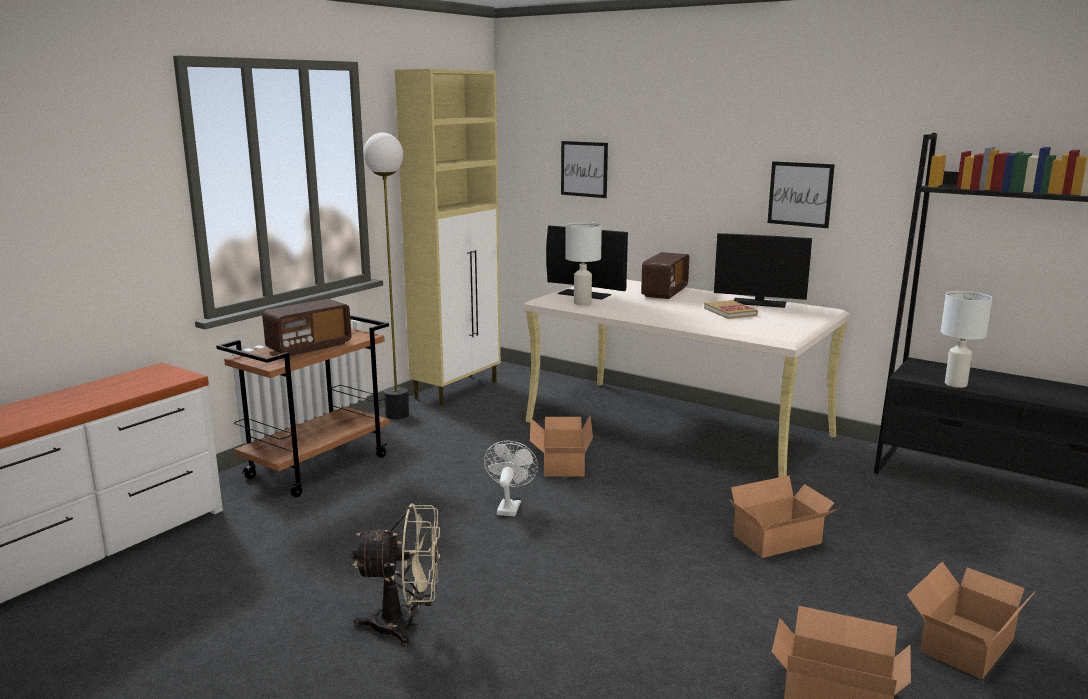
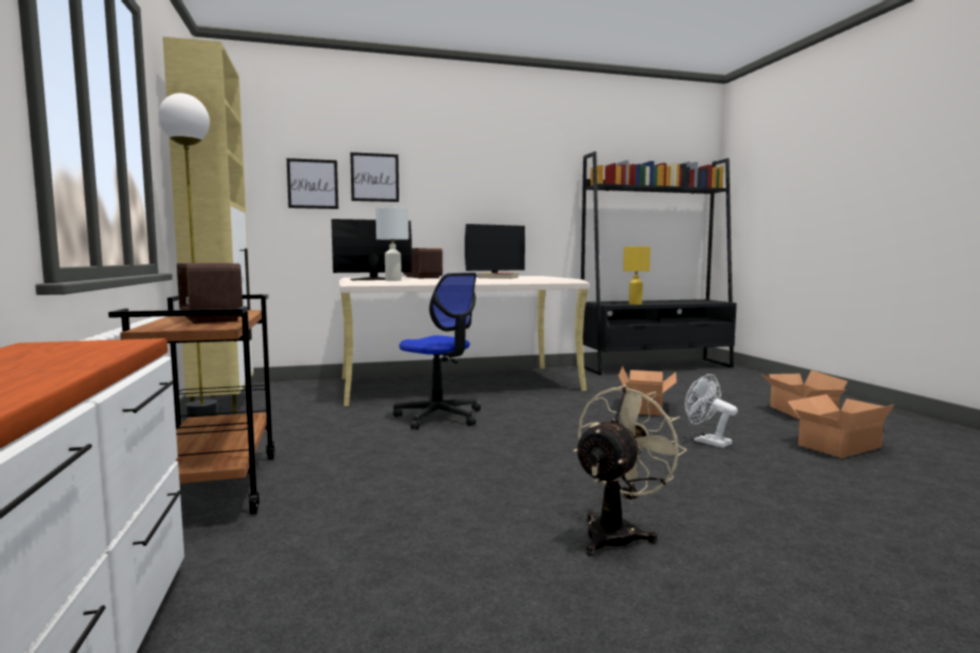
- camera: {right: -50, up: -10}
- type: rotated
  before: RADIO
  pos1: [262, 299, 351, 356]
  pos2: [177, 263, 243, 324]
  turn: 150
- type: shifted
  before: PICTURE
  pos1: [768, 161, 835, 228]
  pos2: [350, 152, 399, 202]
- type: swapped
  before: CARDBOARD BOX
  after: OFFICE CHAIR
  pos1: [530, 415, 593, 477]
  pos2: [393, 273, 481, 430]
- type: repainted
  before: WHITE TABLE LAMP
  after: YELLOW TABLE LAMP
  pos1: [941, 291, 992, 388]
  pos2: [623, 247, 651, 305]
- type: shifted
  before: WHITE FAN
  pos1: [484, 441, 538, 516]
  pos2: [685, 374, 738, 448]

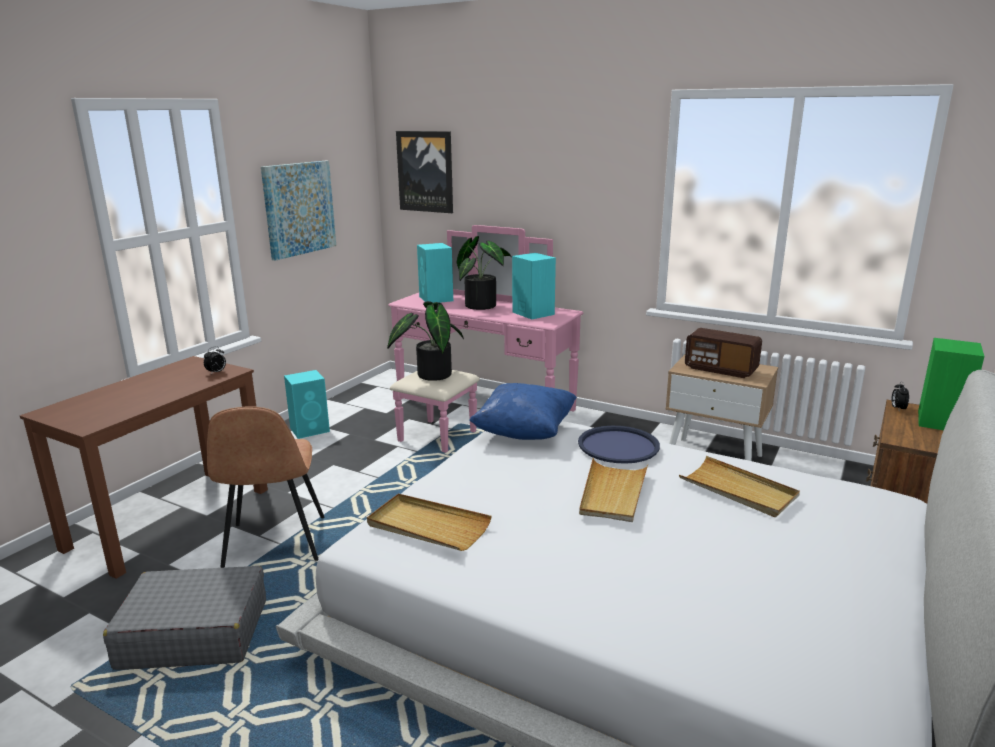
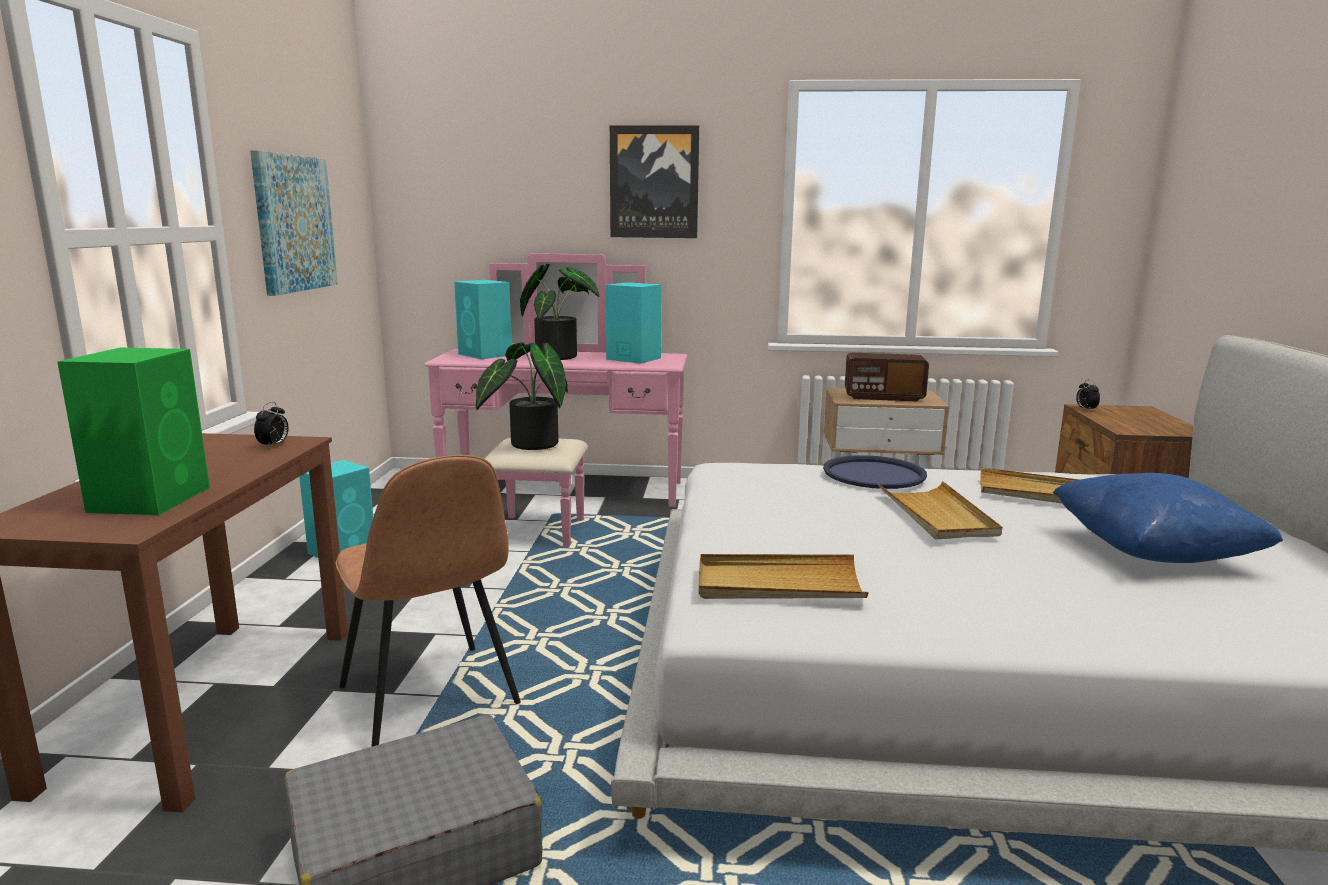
- camera: {right: -25, up: -5}
- type: shifted
  before: GREEN SPEAKER
  pos1: [918, 338, 984, 430]
  pos2: [57, 348, 210, 515]
- type: shifted
  before: PICTURE
  pos1: [396, 131, 453, 213]
  pos2: [610, 125, 699, 238]
- type: shifted
  before: BLUE PILLOW
  pos1: [469, 383, 577, 440]
  pos2: [1053, 473, 1283, 563]

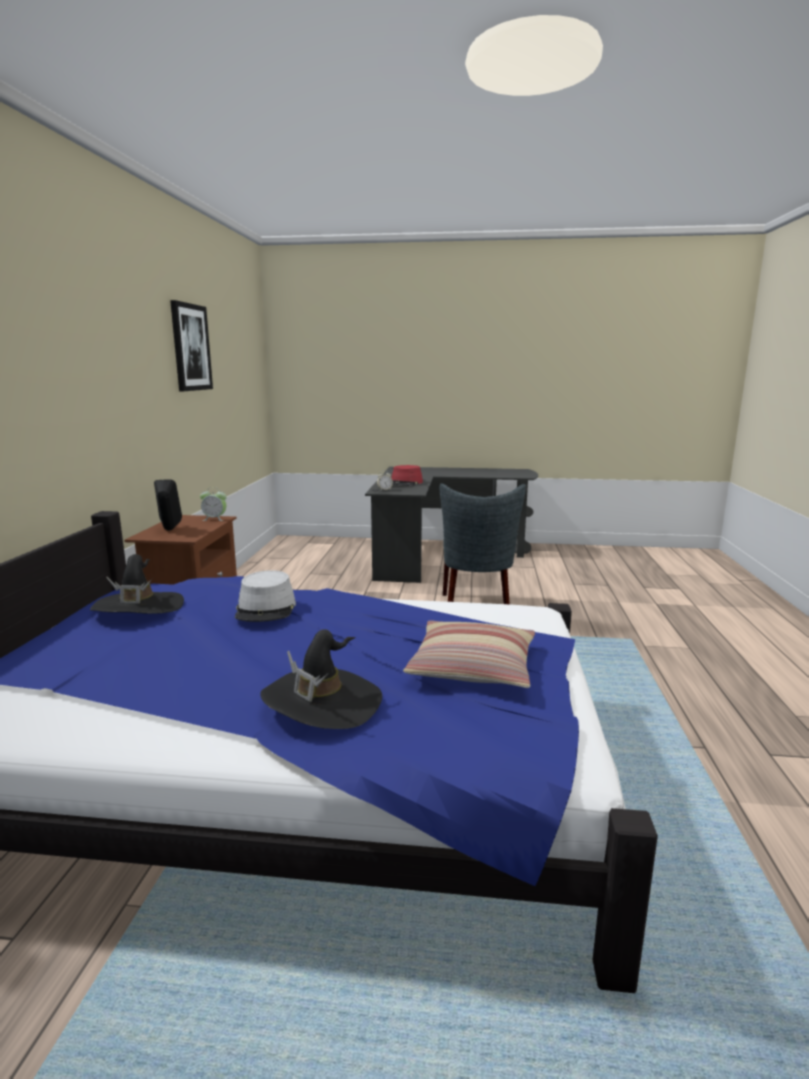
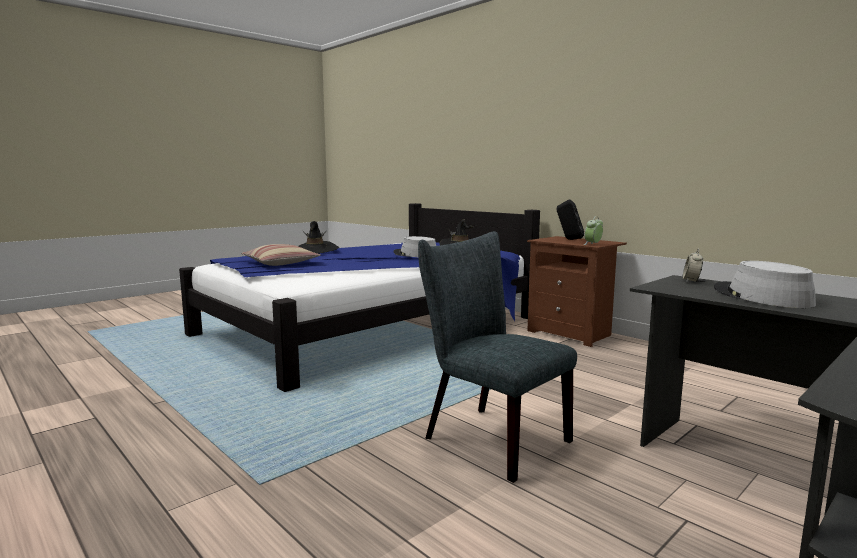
- camera: {right: 130, up: -5}
- type: repainted
  before: RED HAT
  after: GREY HAT
  pos1: [391, 465, 423, 486]
  pos2: [714, 261, 816, 308]
- type: gone
  before: PICTURE
  pos1: [170, 300, 213, 391]

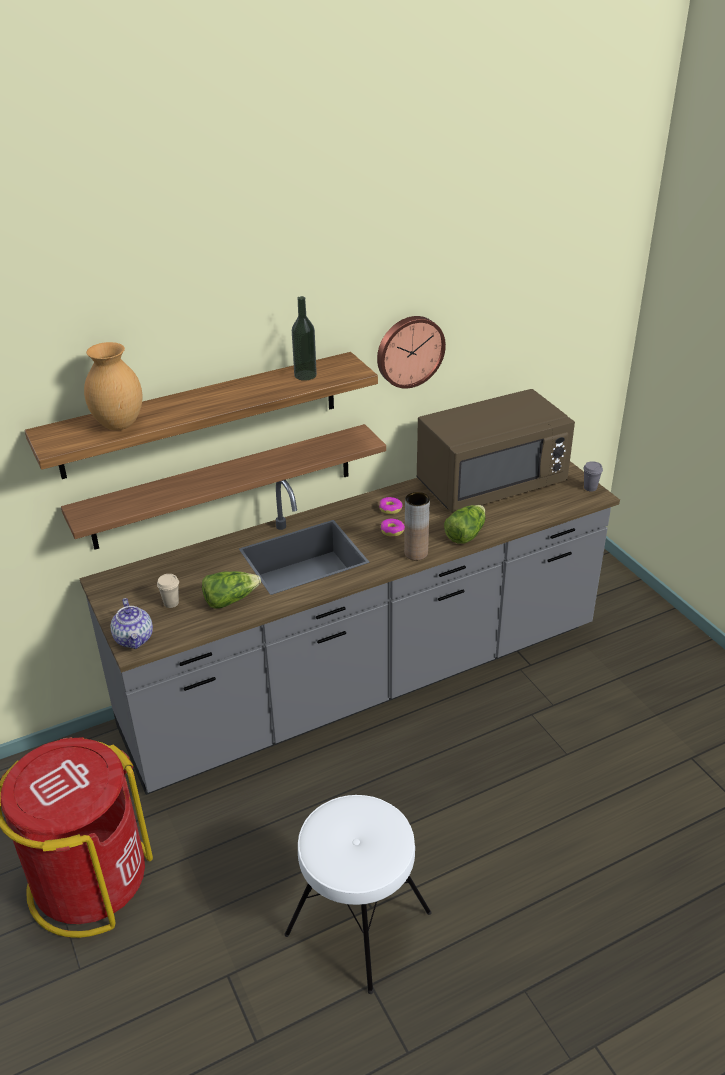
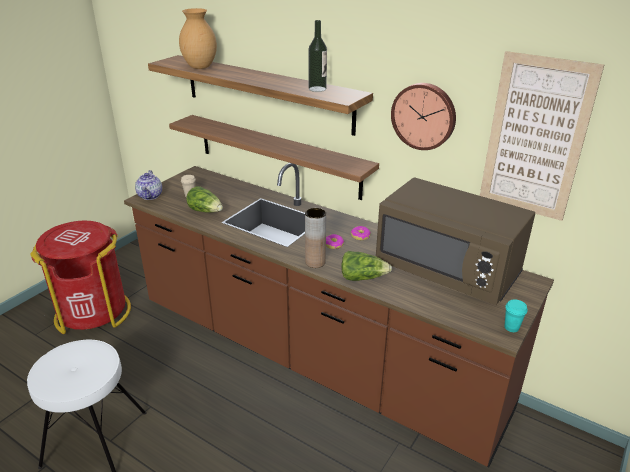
- camera: {right: 60, up: -5}
- type: repainted
  before: GREY COUNTER
  after: BROWN COUNTER
  pos1: [79, 461, 620, 795]
  pos2: [124, 163, 554, 468]
- type: rotated
  before: TEAPOT
  pos1: [111, 598, 153, 649]
  pos2: [135, 170, 162, 200]
  turn: -45
- type: new
  after: PICTURE
  pos2: [480, 51, 604, 221]
- type: repainted
  before: GREY CUP
  after: TURQUOISE CUP
  pos1: [583, 461, 603, 492]
  pos2: [504, 299, 527, 332]

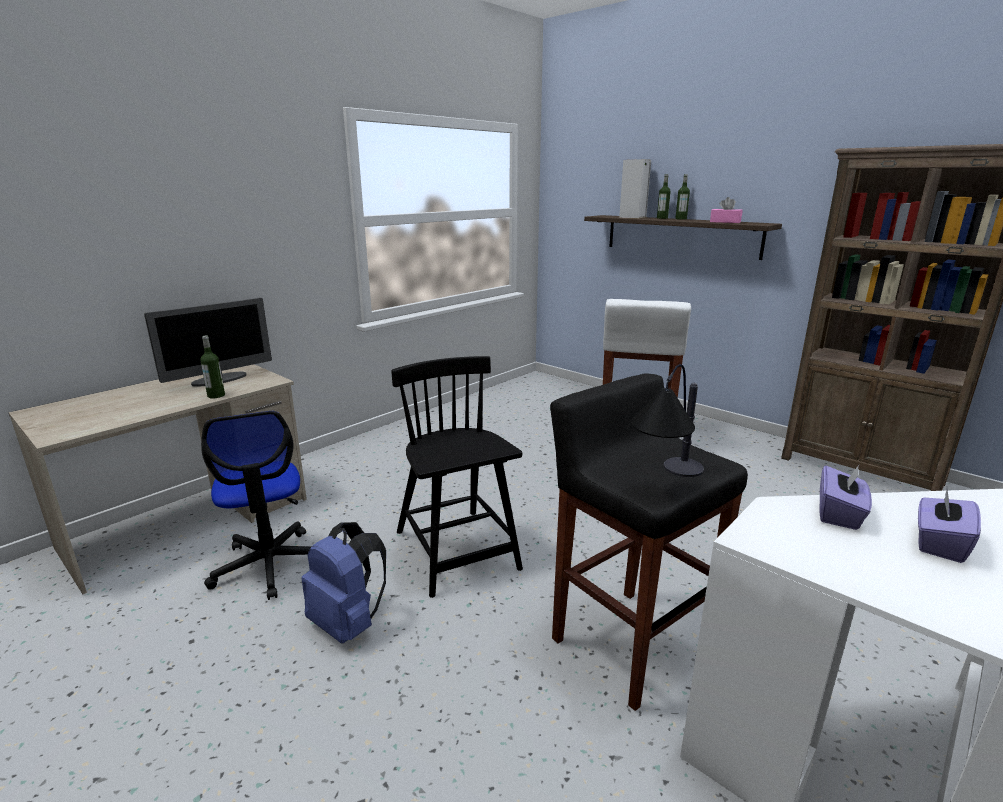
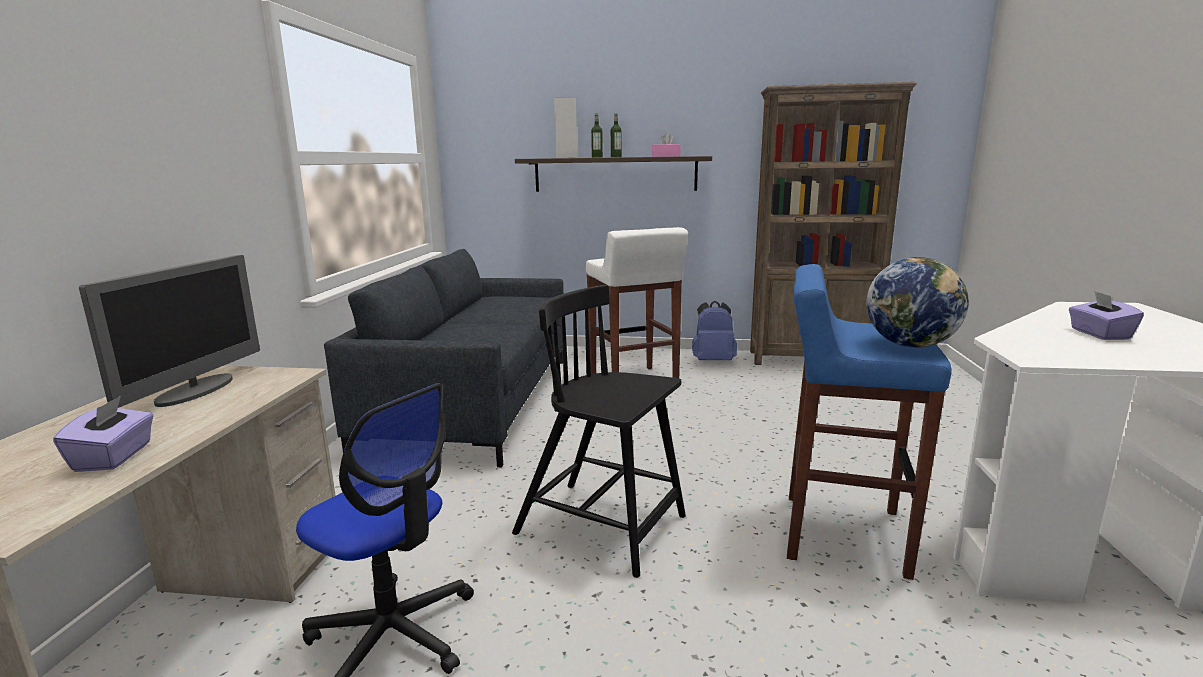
- camera: {right: -35, up: -5}
- type: shifted
  before: PURPLE TISSUE BOX
  pos1: [820, 465, 872, 530]
  pos2: [53, 396, 154, 472]
- type: new
  after: GREY SOFA
  pos2: [324, 249, 564, 467]
- type: shifted
  before: BLUE BACKPACK
  pos1: [302, 522, 386, 644]
  pos2: [692, 301, 737, 360]
- type: repainted
  before: BLACK STOOL
  after: BLUE STOOL
  pos1: [550, 373, 748, 711]
  pos2: [787, 264, 952, 580]
- type: swapped
  before: TABLE LAMP
  after: GLOBE
  pos1: [632, 364, 704, 477]
  pos2: [866, 257, 969, 348]
- type: gone
  before: BOTTLE
  pos1: [200, 335, 225, 398]

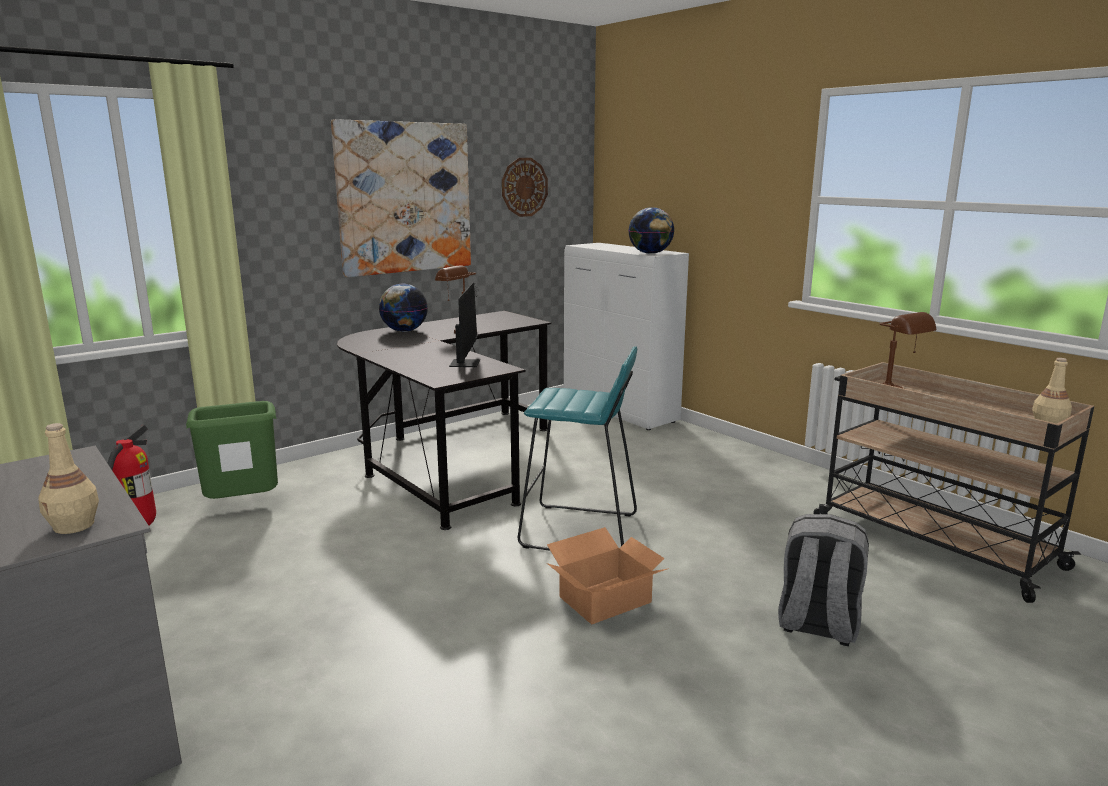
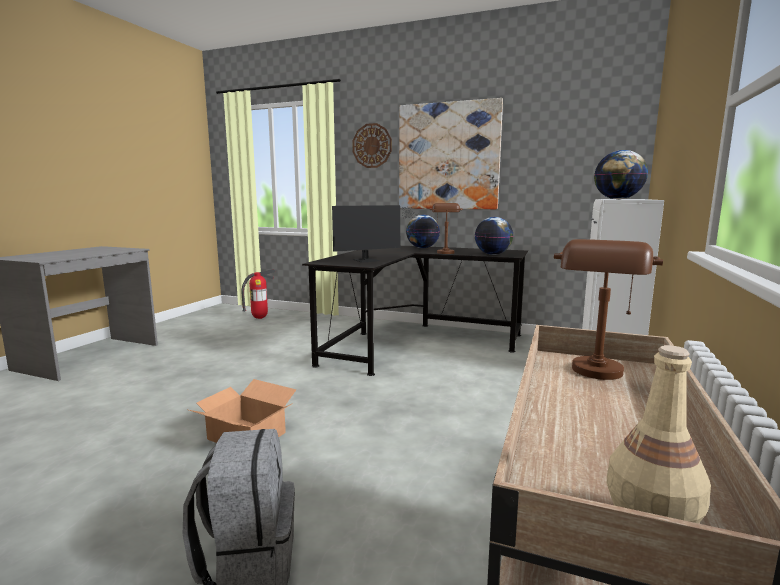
- camera: {right: 60, up: -5}
- type: shifted
  before: WALL CLOCK
  pos1: [502, 158, 548, 217]
  pos2: [352, 123, 392, 168]
- type: new
  after: GLOBE
  pos2: [475, 217, 513, 255]
- type: gone
  before: BEIGE BOTTLE
  pos1: [38, 423, 99, 534]
- type: gone
  before: GREEN TRASH CAN
  pos1: [186, 401, 278, 499]
- type: gone
  before: TURQUOISE STOOL
  pos1: [518, 346, 637, 551]

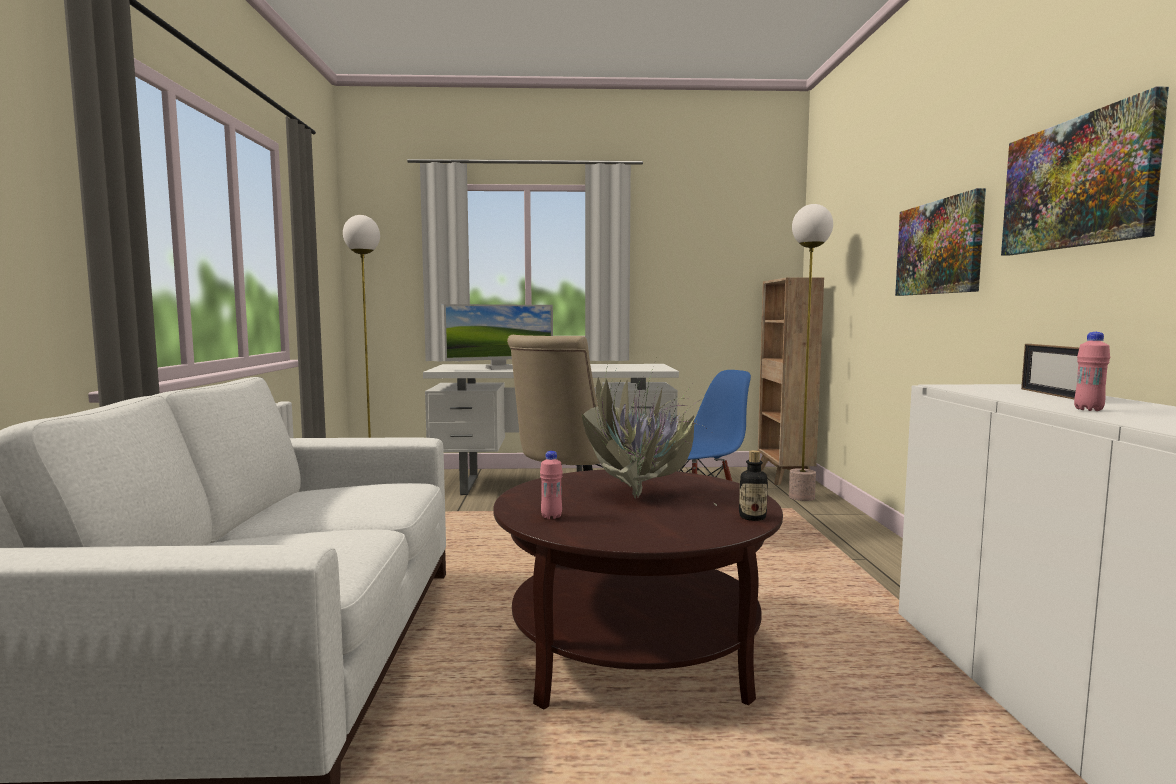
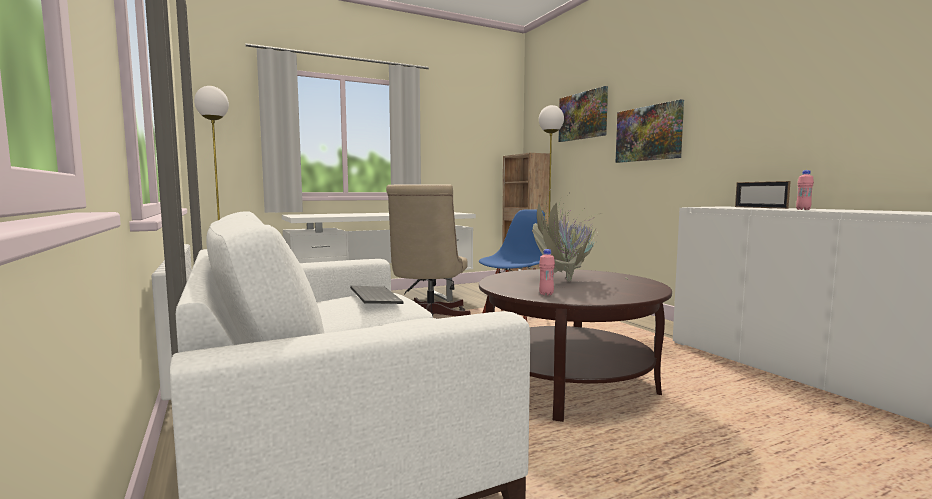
- camera: {right: -25, up: 0}
- type: new
  after: KEYBOARD
  pos2: [350, 286, 404, 304]
- type: shifted
  before: PICTURE
  pos1: [1001, 87, 1169, 255]
  pos2: [559, 86, 608, 142]
- type: gone
  before: MONITOR
  pos1: [441, 304, 553, 370]
- type: gone
  before: BOTTLE
  pos1: [739, 450, 768, 521]

